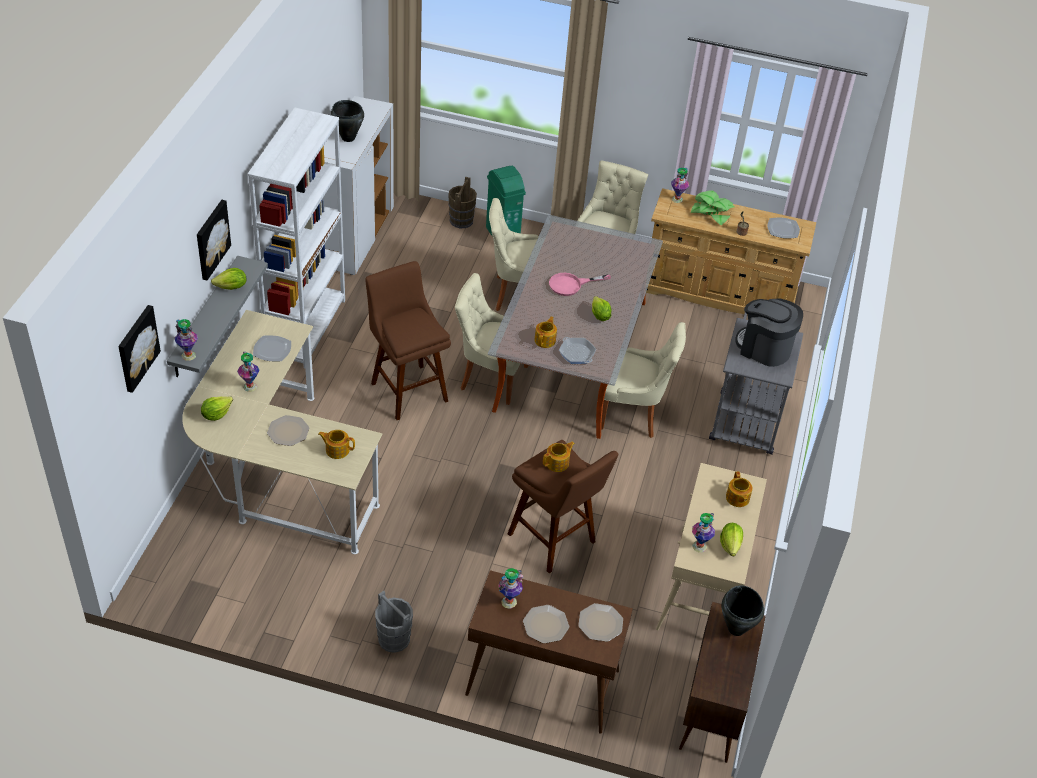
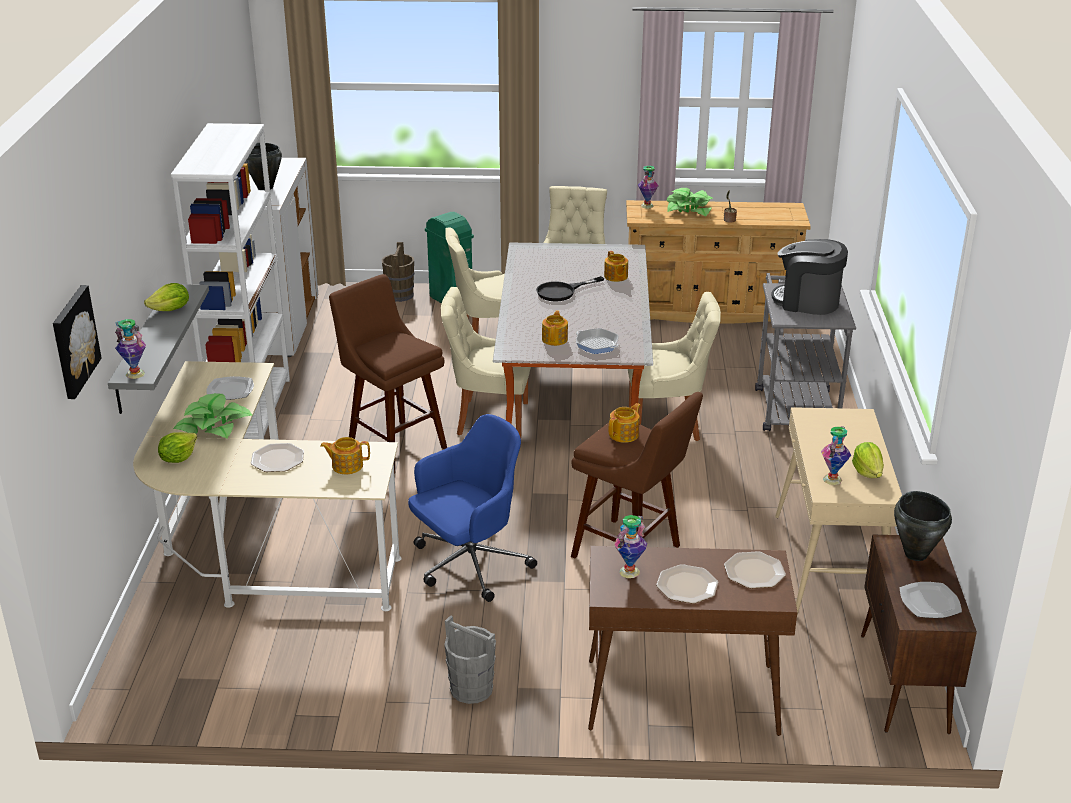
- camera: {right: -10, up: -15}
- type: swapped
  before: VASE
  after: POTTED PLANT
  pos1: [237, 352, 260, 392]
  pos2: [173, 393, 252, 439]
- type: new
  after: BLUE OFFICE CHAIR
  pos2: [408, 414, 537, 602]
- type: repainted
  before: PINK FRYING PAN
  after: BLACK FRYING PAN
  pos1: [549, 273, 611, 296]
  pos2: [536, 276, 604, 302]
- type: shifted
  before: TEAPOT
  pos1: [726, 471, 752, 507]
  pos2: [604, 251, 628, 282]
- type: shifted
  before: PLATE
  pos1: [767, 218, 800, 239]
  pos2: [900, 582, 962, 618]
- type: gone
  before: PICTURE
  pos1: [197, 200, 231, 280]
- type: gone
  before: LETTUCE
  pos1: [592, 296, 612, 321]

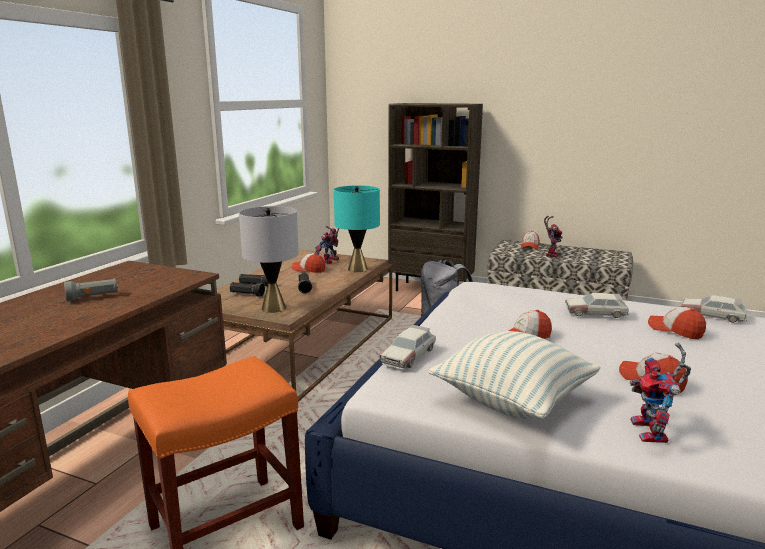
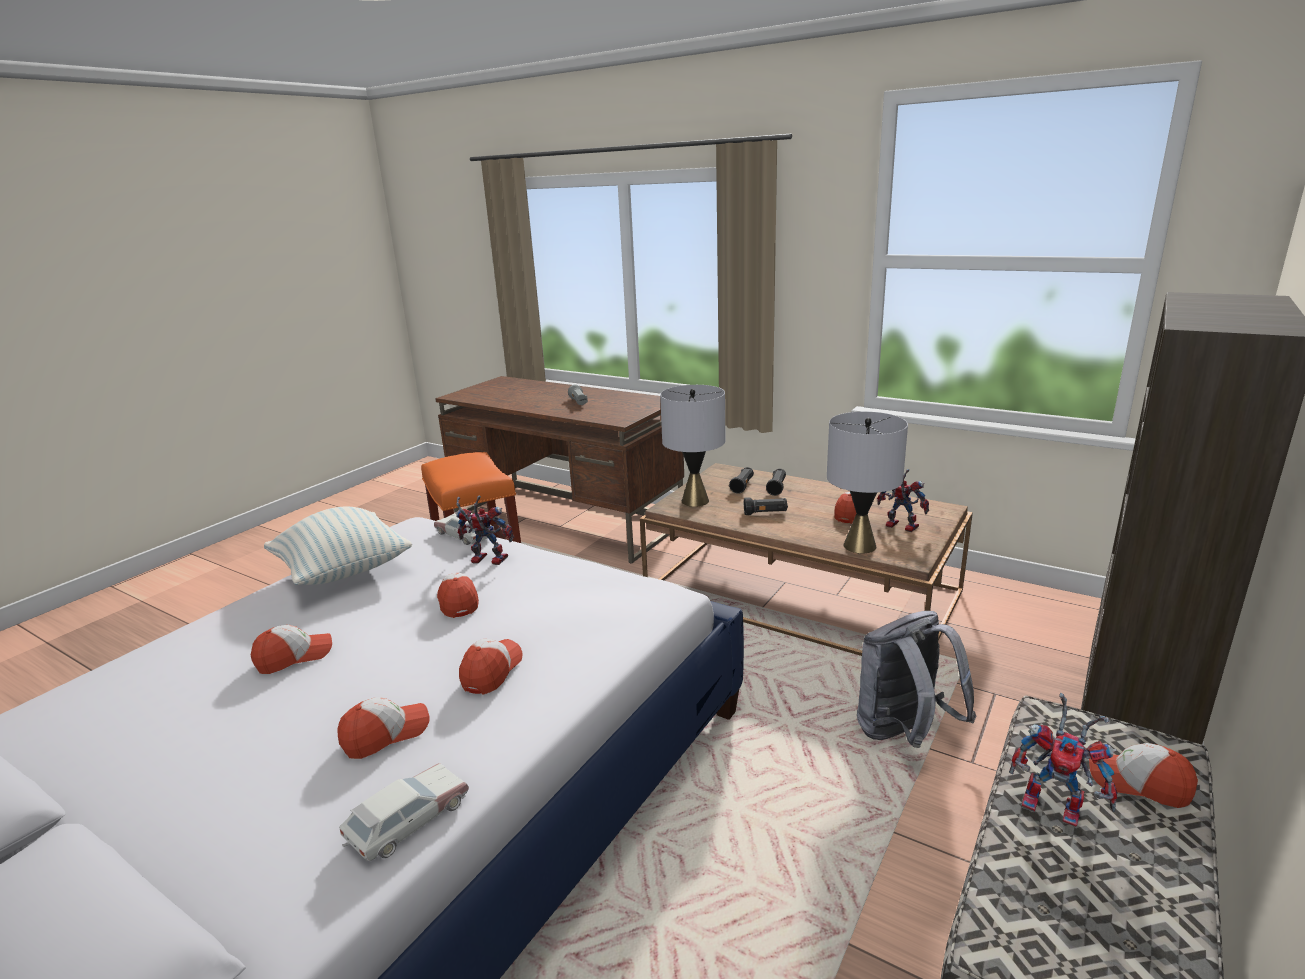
- camera: {right: 100, up: 5}
- type: shifted
  before: TOY ROBOT
  pos1: [630, 343, 691, 443]
  pos2: [455, 496, 514, 565]
- type: swapped
  before: TOY CAR
  after: CAP
  pos1: [565, 293, 629, 318]
  pos2: [459, 639, 522, 695]
- type: repainted
  before: TURQUOISE TABLE LAMP
  after: GREY TABLE LAMP
  pos1: [334, 185, 380, 272]
  pos2: [827, 412, 908, 553]

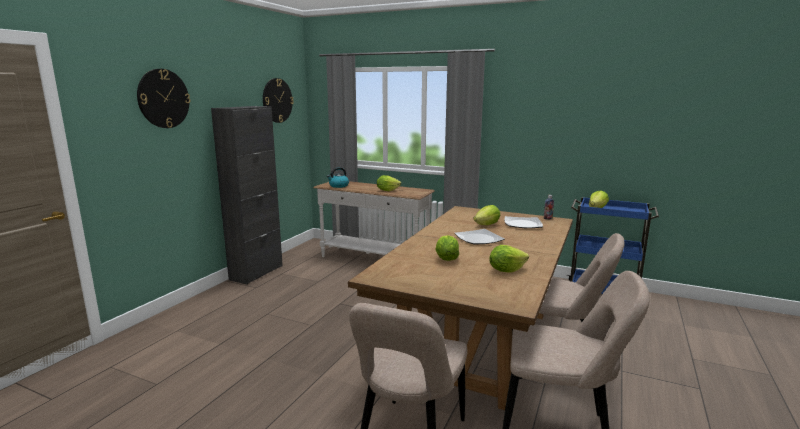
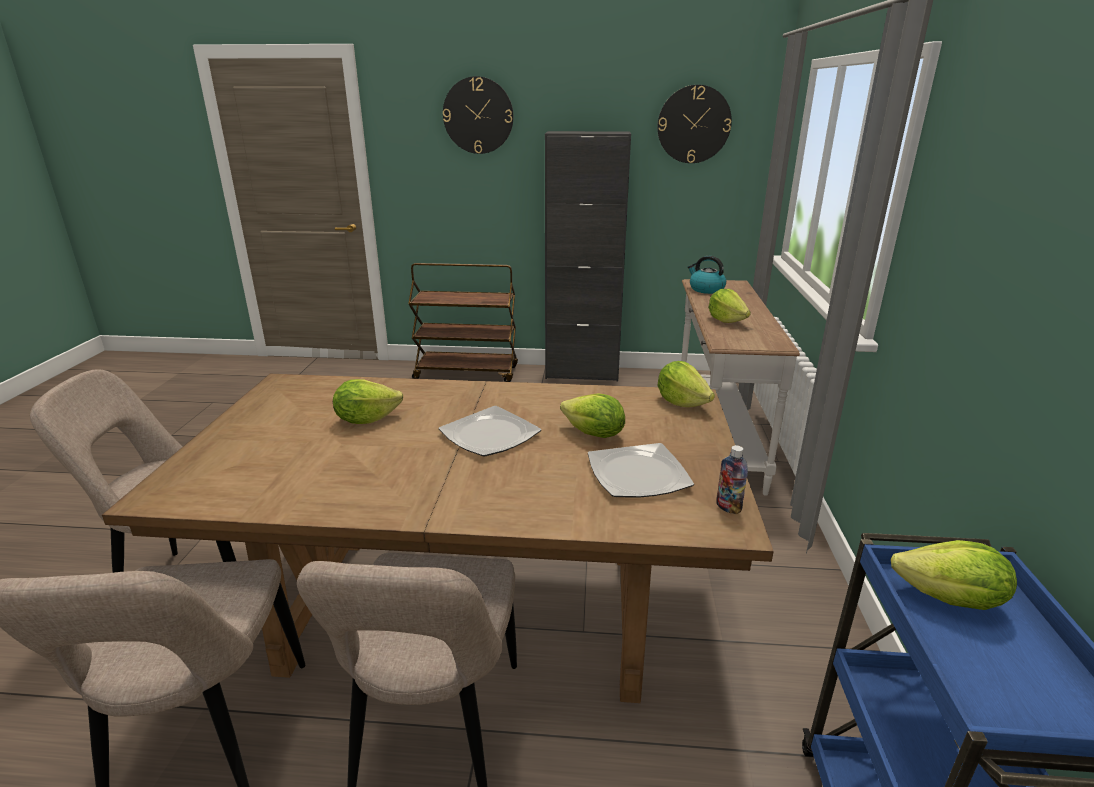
- camera: {right: 70, up: 10}
- type: new
  after: BROWN CART
  pos2: [408, 263, 518, 382]
- type: shifted
  before: LETTUCE
  pos1: [489, 245, 529, 273]
  pos2: [657, 361, 715, 407]

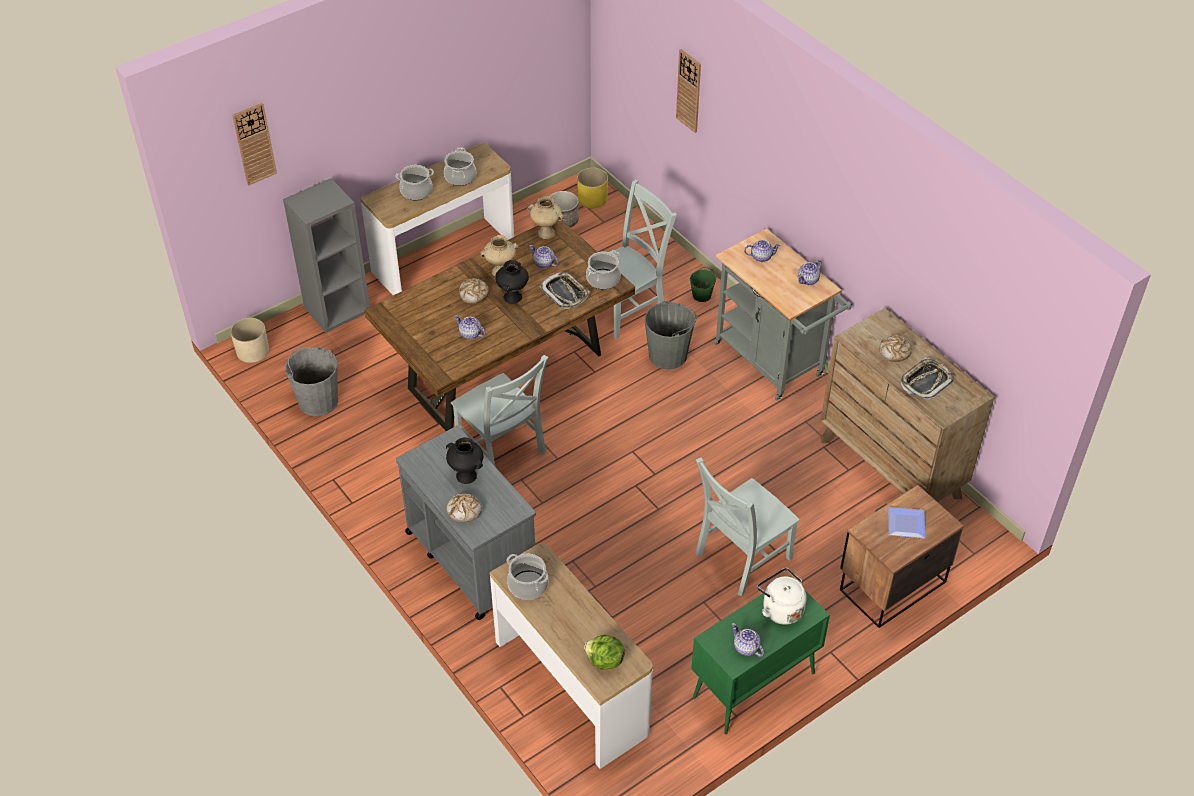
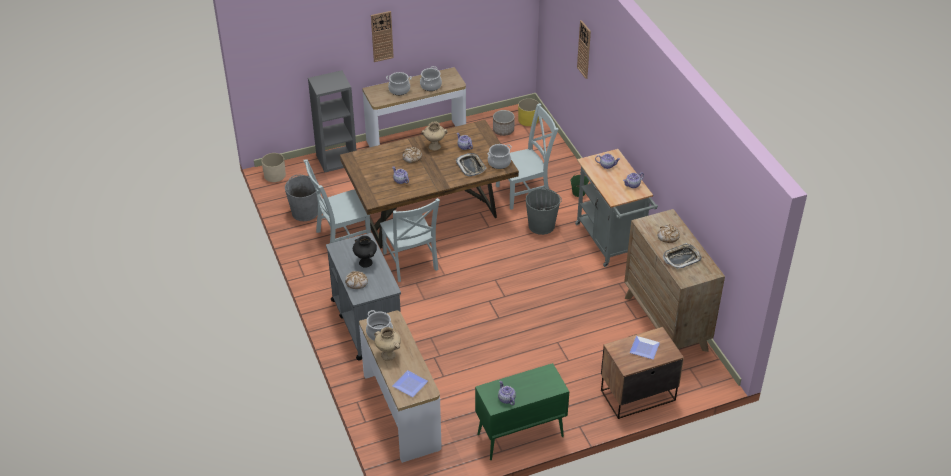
- camera: {right: 15, up: -5}
- type: shifted
  before: GREY CHAIR
  pos1: [695, 457, 800, 596]
  pos2: [304, 159, 371, 243]
- type: shifted
  before: WALL CLOCK
  pos1: [232, 103, 277, 186]
  pos2: [371, 11, 394, 62]
- type: shifted
  before: BEIGE VASE
  pos1: [527, 196, 564, 239]
  pos2: [374, 327, 401, 361]
- type: swapped
  before: LETTUCE
  after: PLATE
  pos1: [584, 635, 625, 670]
  pos2: [393, 370, 428, 397]
- type: gone
  before: BLACK VASE
  pos1: [495, 260, 529, 304]
- type: gone
  before: WHITE KETTLE
  pos1: [757, 568, 807, 625]

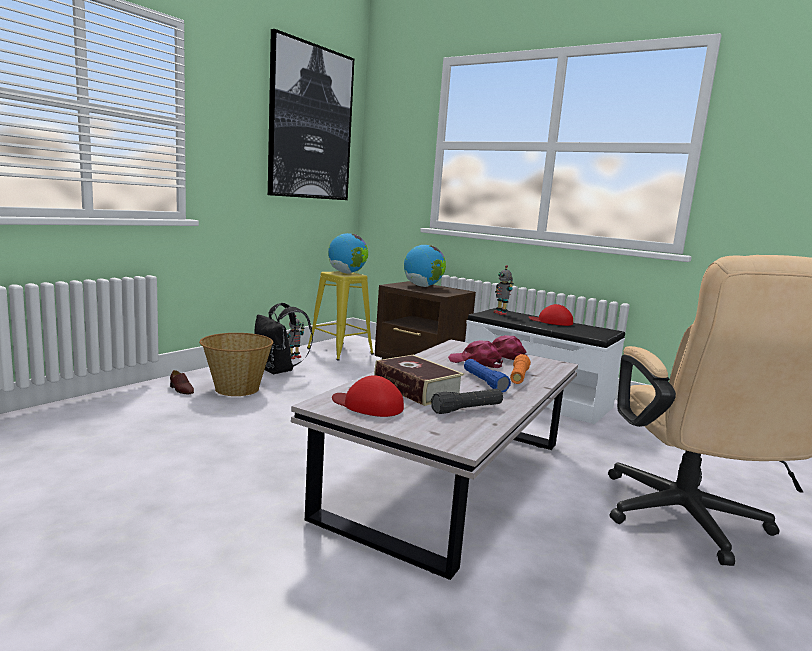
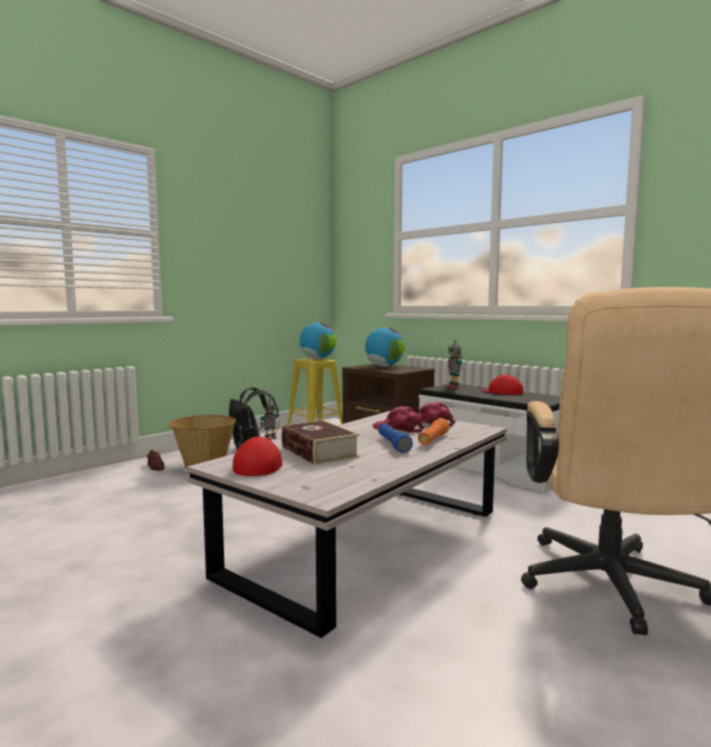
- camera: {right: 10, up: -5}
- type: rotated
  before: RED CAP
  pos1: [332, 375, 404, 417]
  pos2: [233, 436, 283, 476]
  turn: 60
- type: gone
  before: PICTURE
  pos1: [268, 29, 354, 200]
- type: gone
  before: BLACK FLASHLIGHT
  pos1: [431, 389, 503, 414]

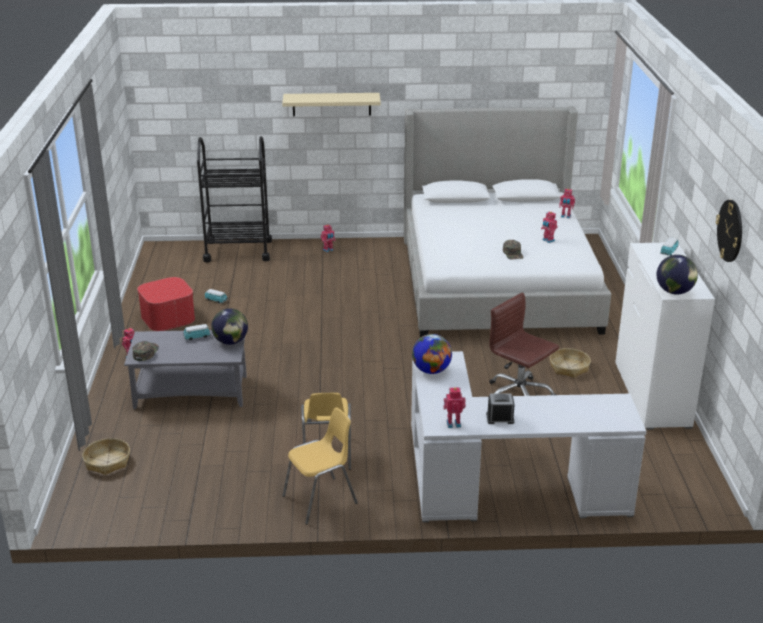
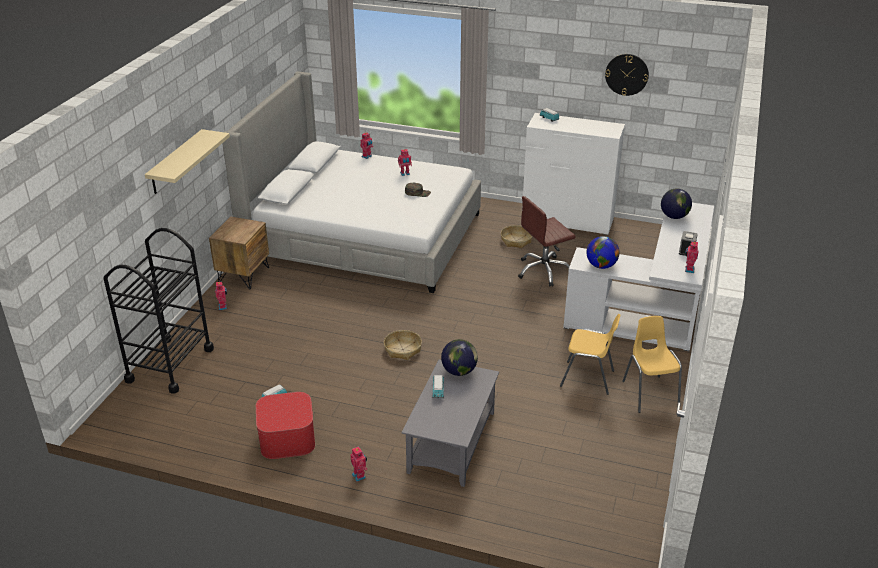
- camera: {right: -70, up: 5}
- type: new
  after: BROWN NIGHTSTAND
  pos2: [209, 217, 269, 290]
- type: shifted
  before: BASKET
  pos1: [82, 438, 130, 475]
  pos2: [384, 330, 422, 360]
- type: shifted
  before: GLOBE
  pos1: [657, 255, 698, 295]
  pos2: [661, 189, 692, 219]
- type: gone
  before: GREEN CAP
  pos1: [133, 341, 159, 361]

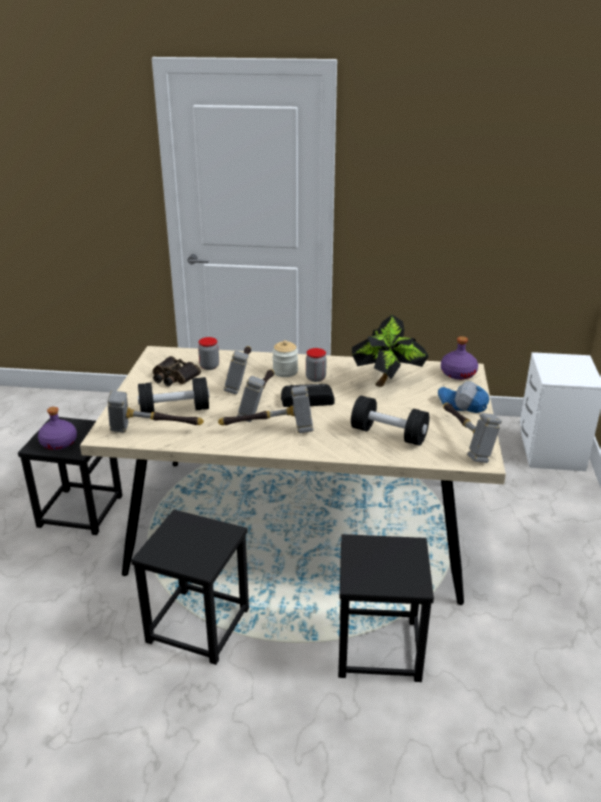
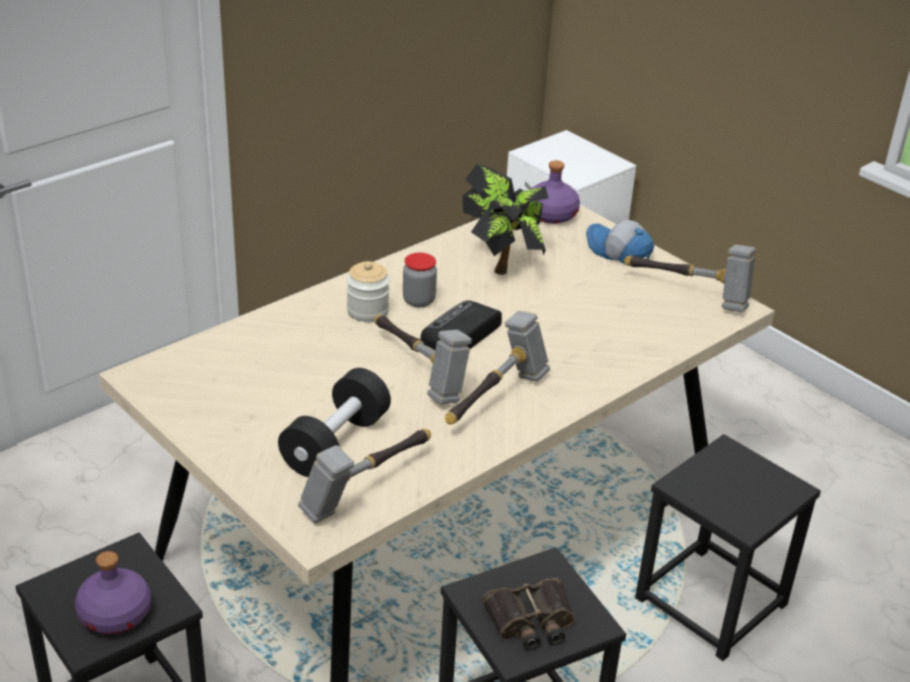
- camera: {right: -50, up: 5}
- type: shifted
  before: BINOCULARS
  pos1: [153, 356, 201, 387]
  pos2: [482, 578, 575, 650]
- type: rotated
  before: CAP
  pos1: [438, 381, 489, 413]
  pos2: [586, 220, 654, 264]
  turn: 60
- type: gone
  before: JAR
  pos1: [198, 337, 219, 370]
- type: gone
  before: HAMMER
  pos1: [223, 346, 251, 394]
- type: gone
  before: BLACK DUMBBELL
  pos1: [351, 396, 430, 446]

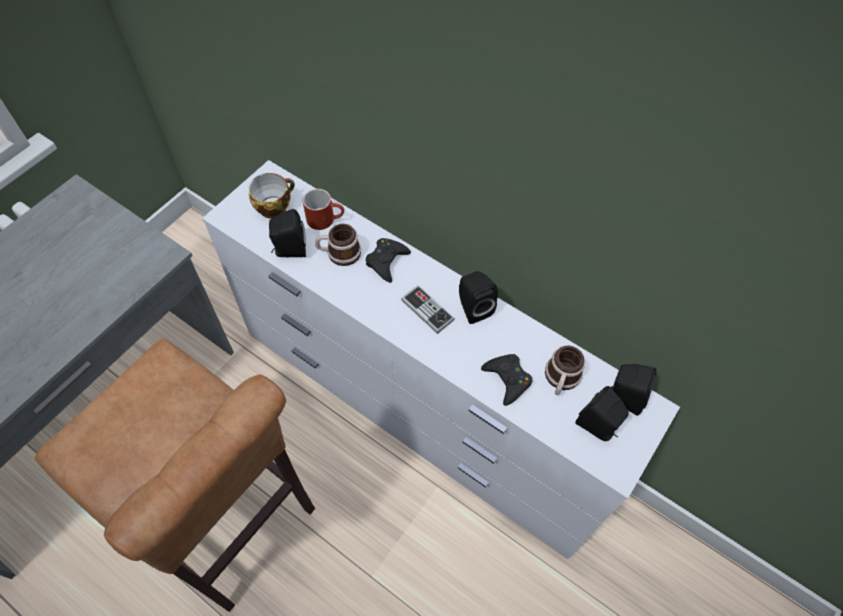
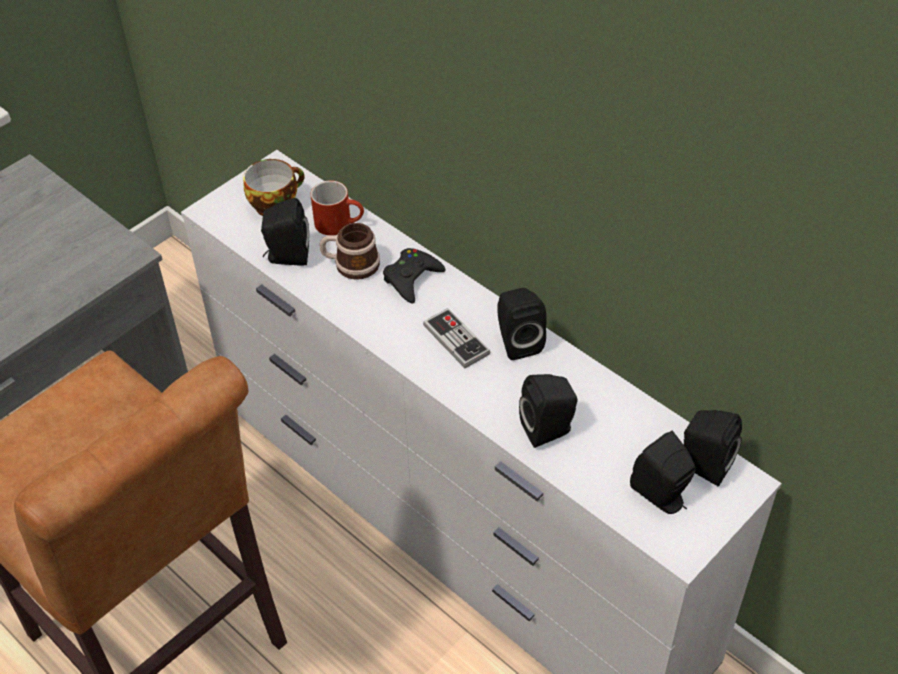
- camera: {right: 10, up: -10}
- type: swapped
  before: BLACK GAME CONTROLLER
  after: BLACK SPEAKER
  pos1: [481, 354, 532, 406]
  pos2: [519, 374, 578, 448]
- type: gone
  before: MUG
  pos1: [545, 346, 585, 395]

